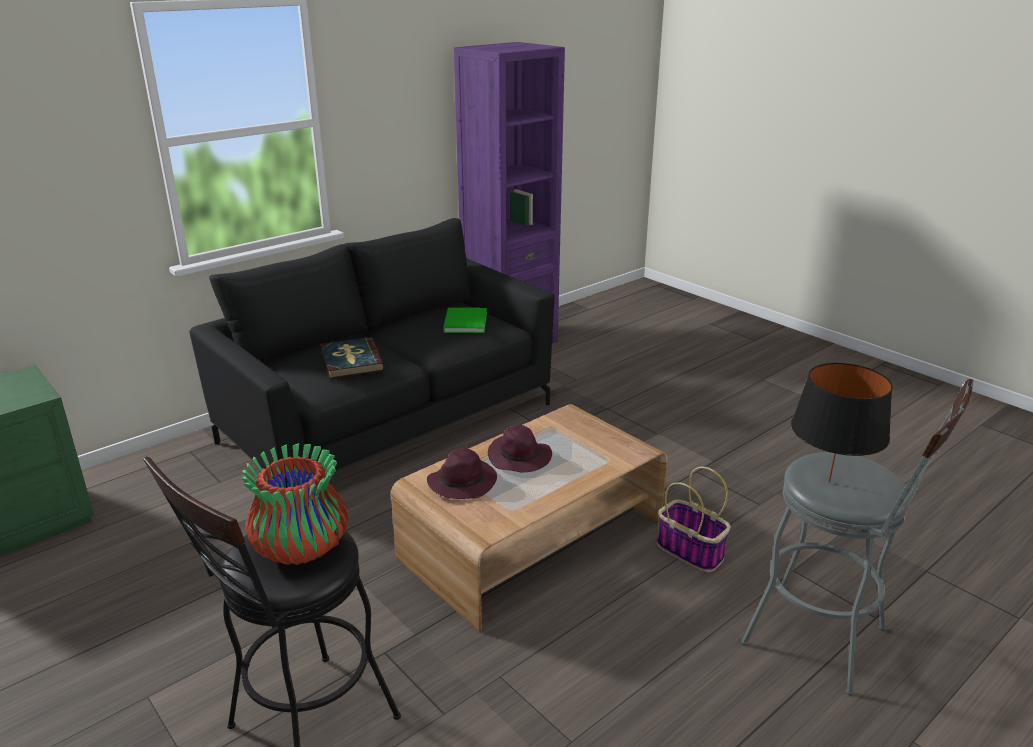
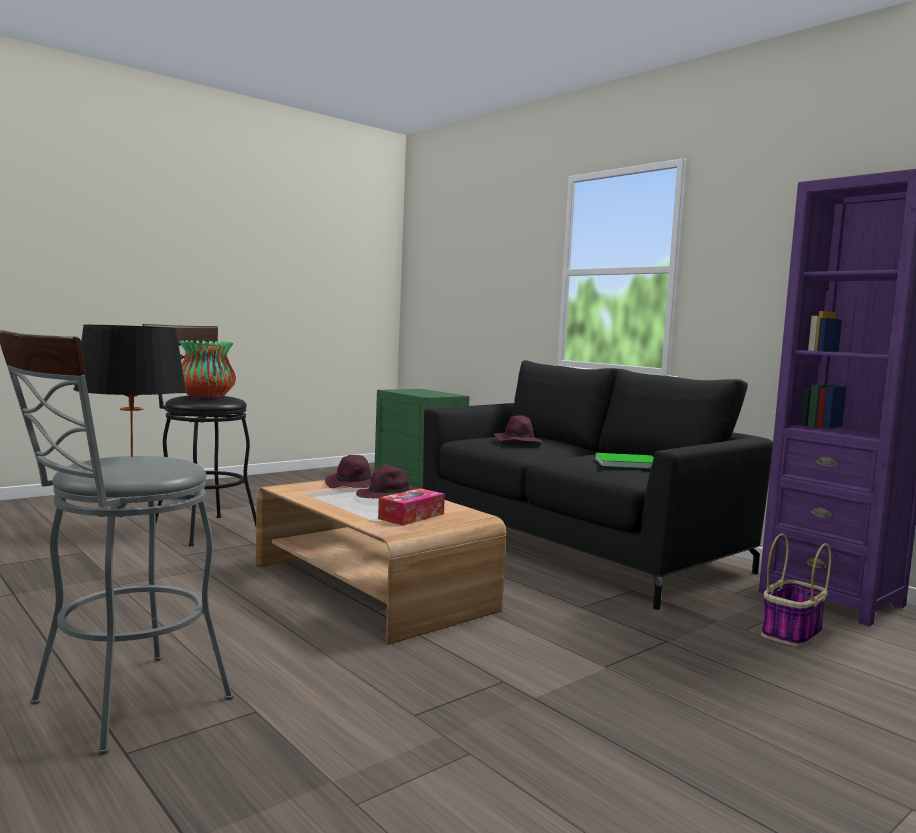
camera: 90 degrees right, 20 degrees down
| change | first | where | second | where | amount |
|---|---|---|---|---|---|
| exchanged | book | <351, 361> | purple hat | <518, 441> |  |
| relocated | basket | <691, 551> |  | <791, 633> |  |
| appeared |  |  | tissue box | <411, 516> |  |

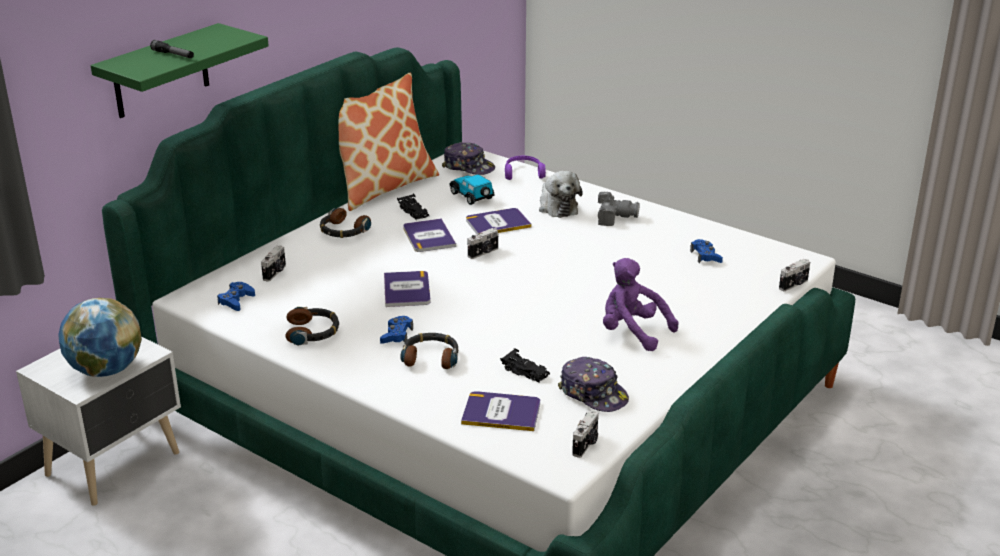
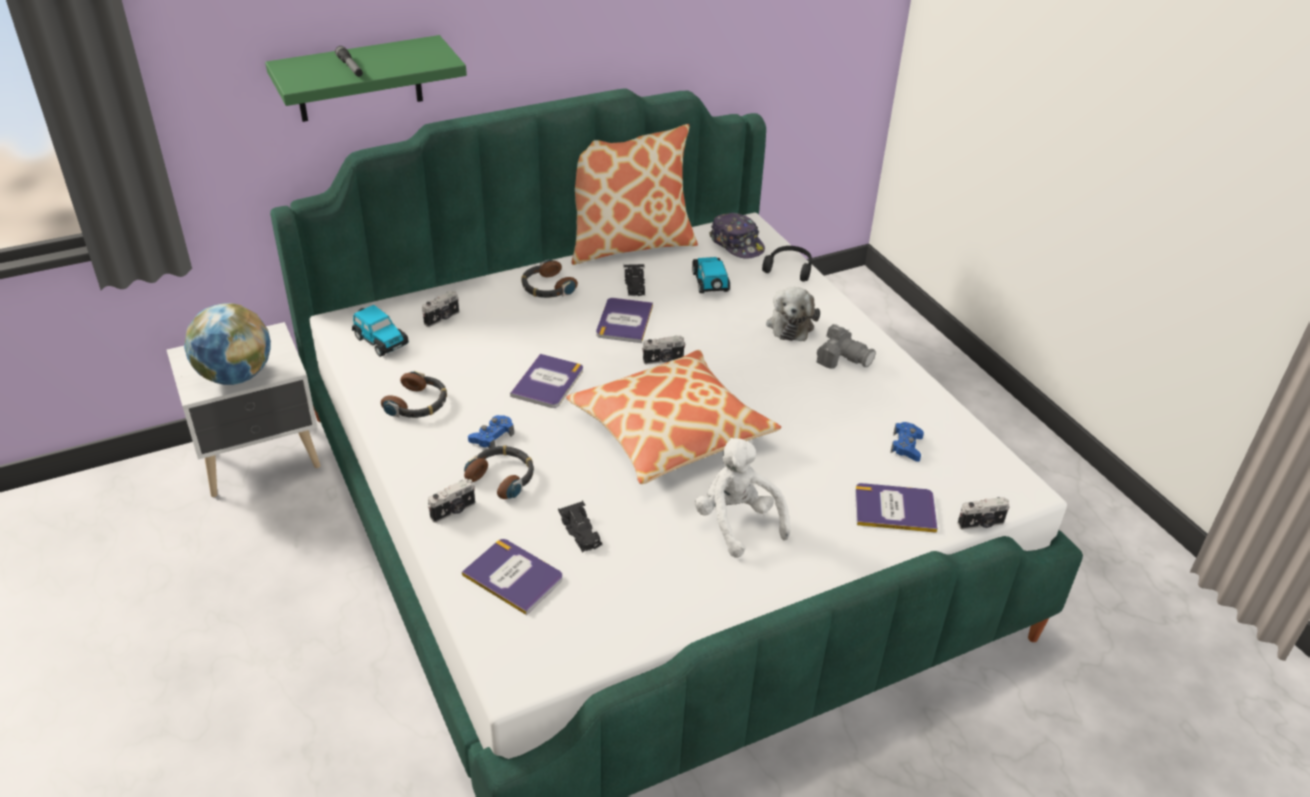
camera: 25 degrees right, 10 degrees up
| change | first | where | second | where | amount |
|---|---|---|---|---|---|
| colour | purple headphones | <523, 173> | black headphones | <789, 268> |  |
| relocated | book | <497, 223> |  | <894, 509> |  |
| colour | purple plush toy | <632, 332> | white plush toy | <737, 522> |  |
| exchanged | blue game controller | <236, 300> | toy car | <380, 340> |  |
| missing | cap | <593, 394> |  |  |  |
| relocated | photo camera | <586, 444> |  | <454, 511> |  |
| appeared |  |  | pillow | <671, 430> |  |

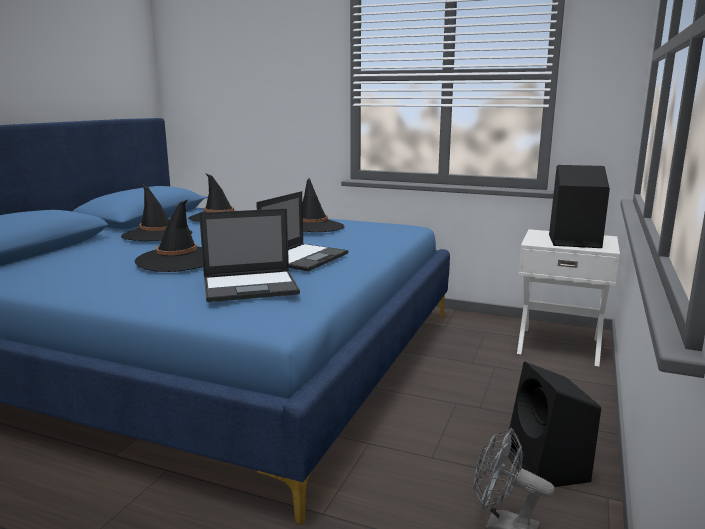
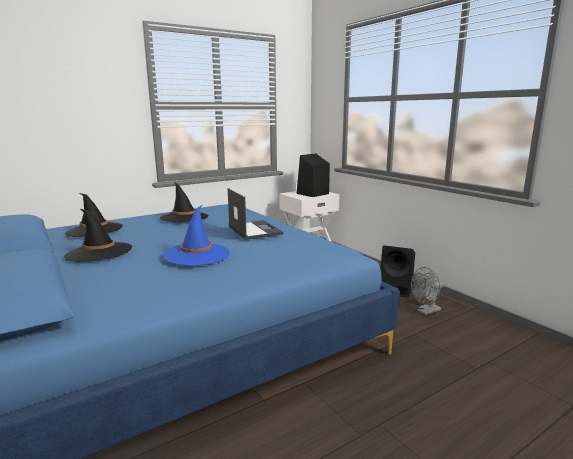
camera: 55 degrees left, 0 degrees up
| change | first | where | second | where | amount |
|---|---|---|---|---|---|
| colour | black hat | <178, 260> | blue hat | <197, 254> |  |
| missing | laptop | <251, 286> |  |  |  |

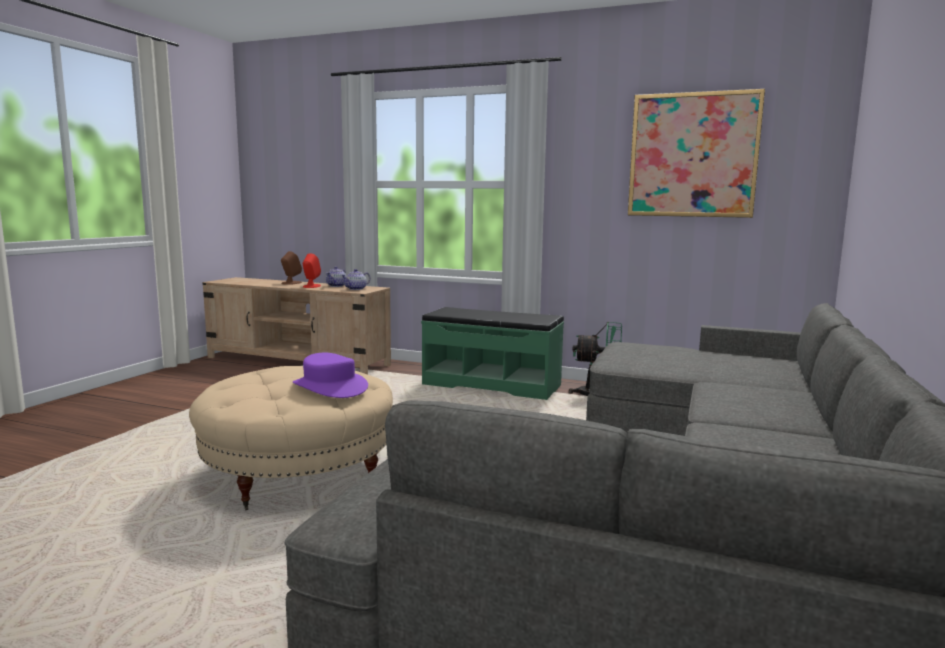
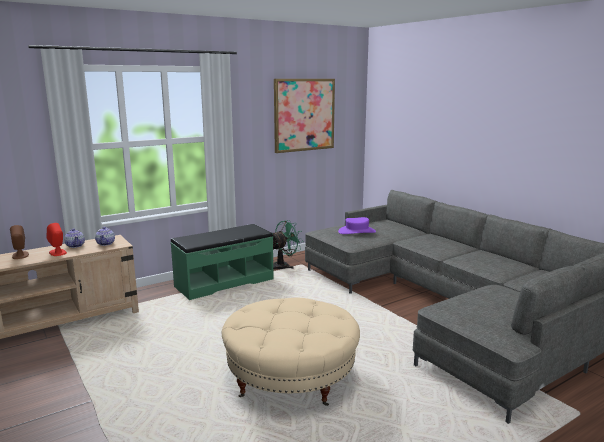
camera: 55 degrees left, 5 degrees up
| change | first | where | second | where | amount |
|---|---|---|---|---|---|
| relocated | purple hat | <329, 387> |  | <357, 231> |  |

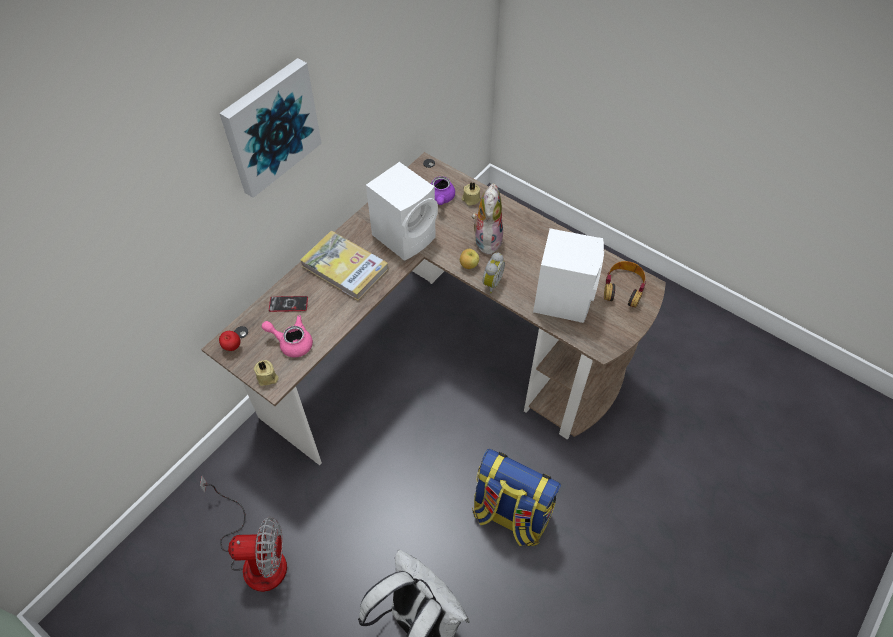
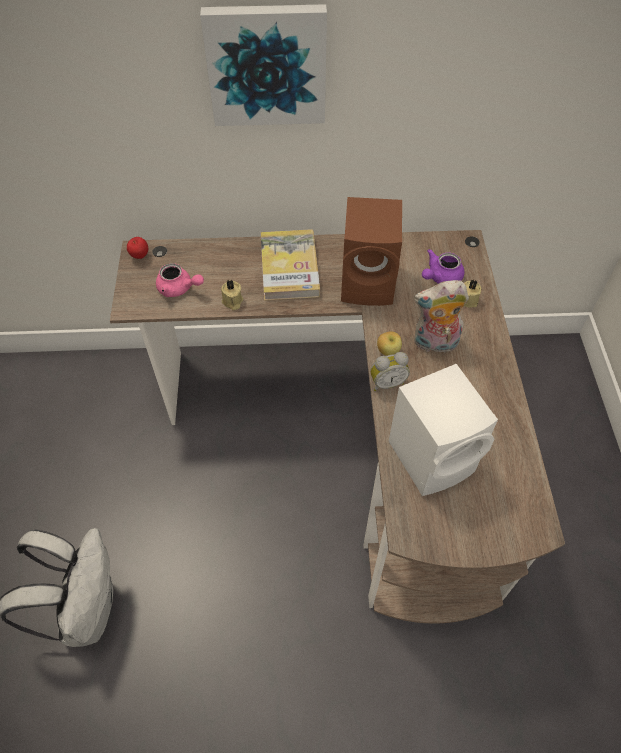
camera: 50 degrees right, 0 degrees up
| change | first | where | second | where | amount |
|---|---|---|---|---|---|
| colour | white speaker | <406, 235> | brown speaker | <370, 283> |  |
| spun | plush toy | <486, 239> |  | <434, 344> | 150 degrees counterclockwise |
| missing | headphones | <623, 288> |  |  |  |
| missing | phone | <288, 304> |  |  |  |
| spun | pink teapot | <292, 342> |  | <179, 289> | 135 degrees clockwise |
| relocated | beige candle | <267, 378> |  | <232, 302> |  |
| missing | backpack | <510, 515> |  |  |  |
| missing | fan | <256, 556> |  |  |  |

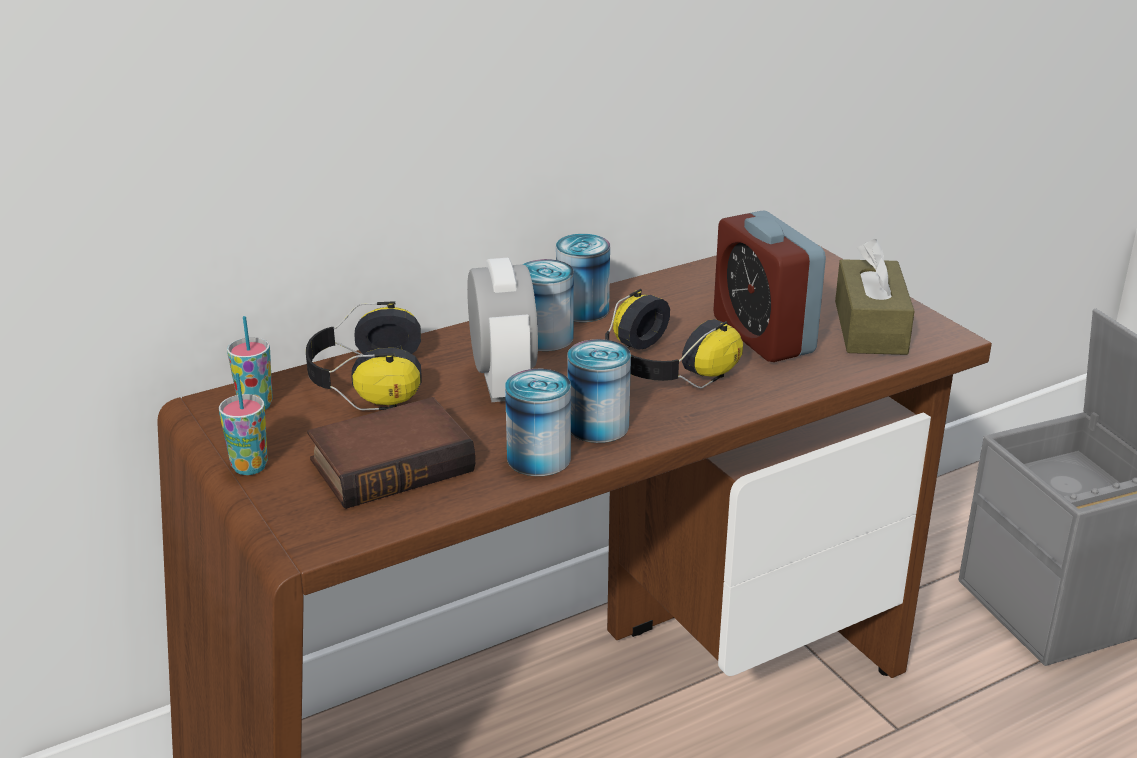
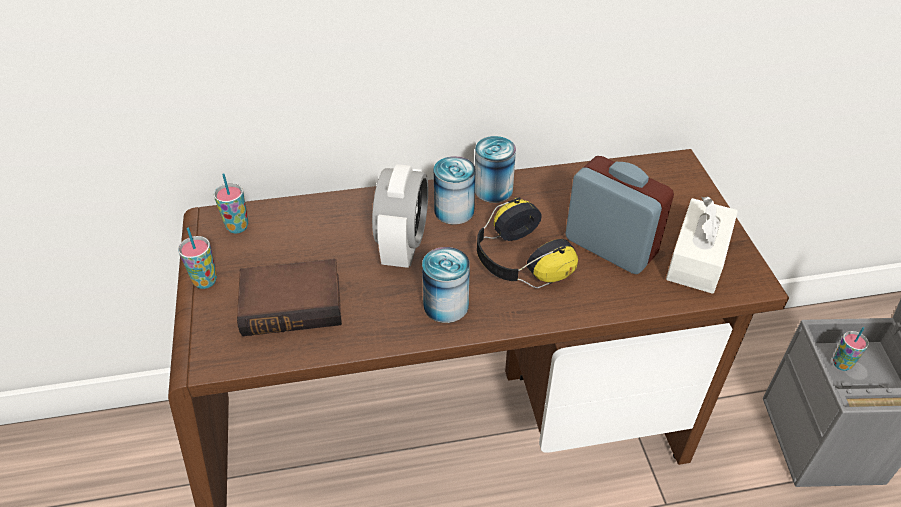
camera: 20 degrees right, 15 degrees up
| change | first | where | second | where | amount |
|---|---|---|---|---|---|
| spun | alarm clock | <763, 336> |  | <610, 246> | 135 degrees clockwise |
| colour | brown tissue box | <870, 327> | white tissue box | <697, 258> |  |
| missing | headphones | <366, 382> |  |  |  |
| missing | can | <538, 458> |  |  |  |
| appeared |  |  | cup | <841, 364> |  |

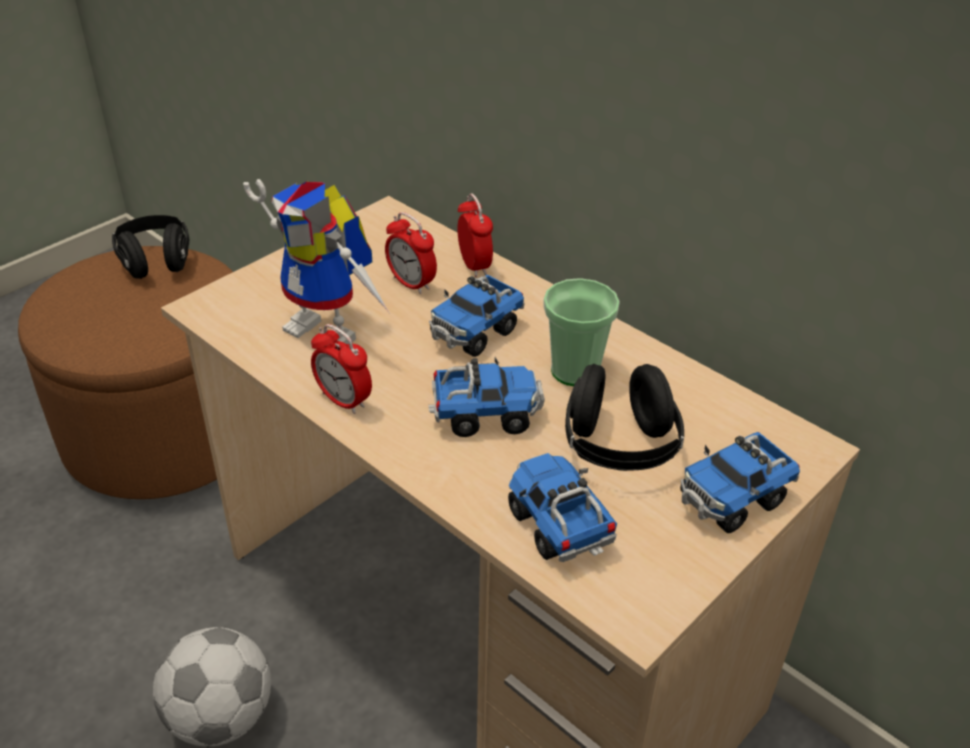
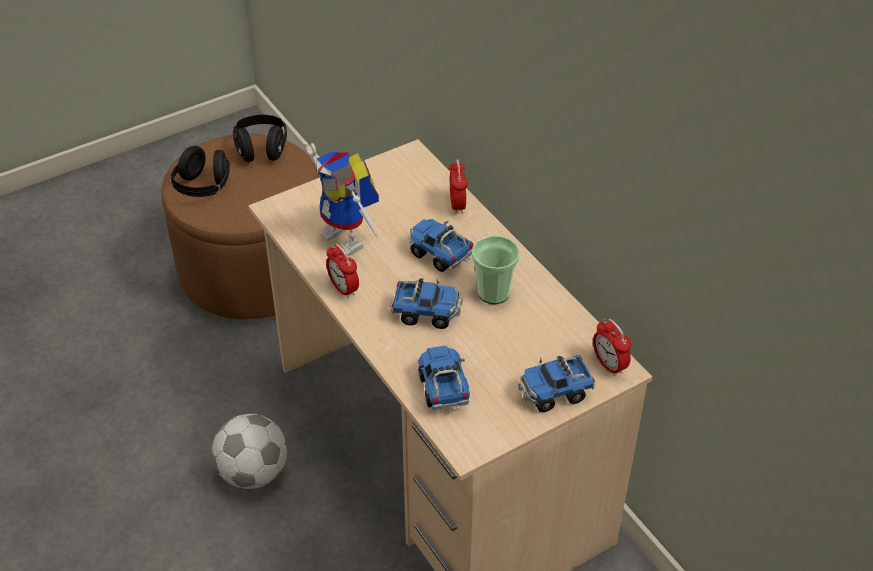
camera: 15 degrees right, 5 degrees up
| change | first | where | second | where | amount |
|---|---|---|---|---|---|
| relocated | alarm clock | <411, 283> |  | <609, 365> |  |
| spun | toy truck | <475, 332> |  | <440, 255> | 75 degrees clockwise |
| relocated | black headphones | <619, 447> |  | <203, 187> |  |

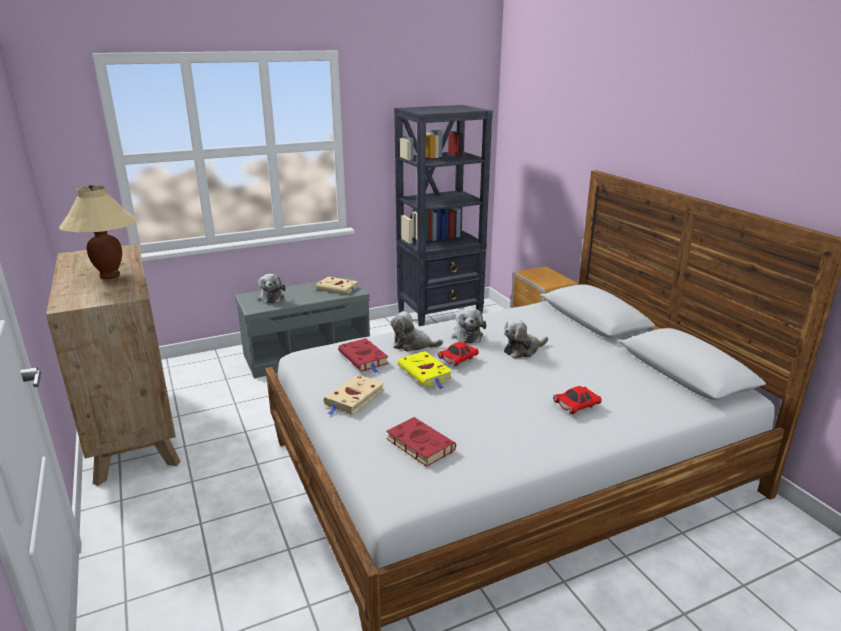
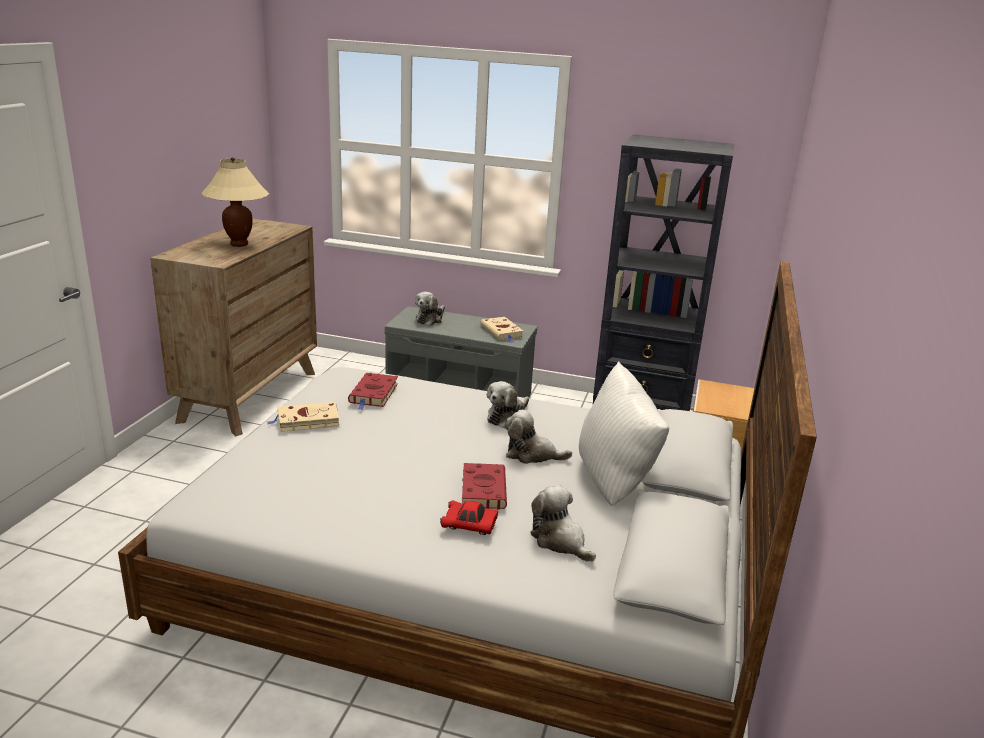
camera: 40 degrees right, 0 degrees up
| change | first | where | second | where | amount |
|---|---|---|---|---|---|
| relocated | plush toy | <413, 345> |  | <560, 541> |  |
| missing | red toy car | <458, 360> |  |  |  |
| missing | yellow book | <426, 373> |  |  |  |
| relocated | red book | <418, 444> |  | <483, 489> |  |
| appeared |  |  | white pillow | <615, 483> |  |

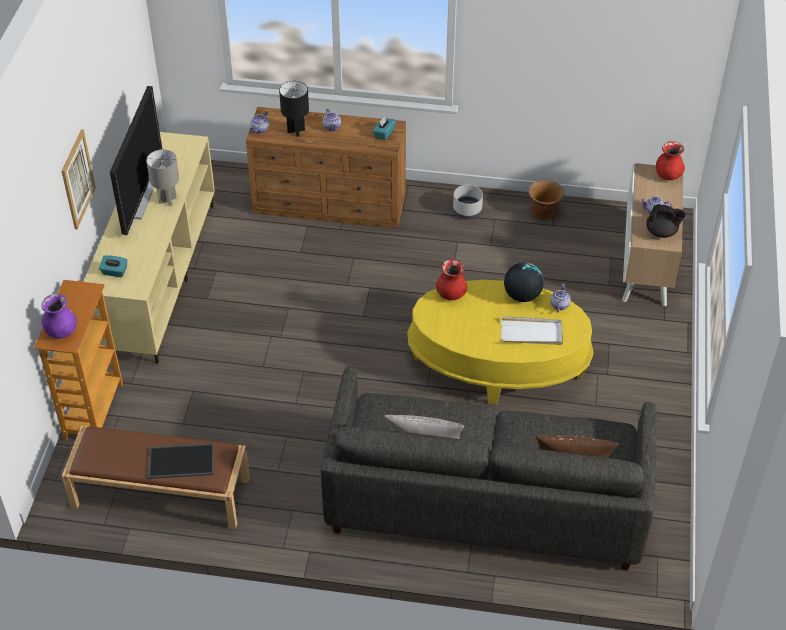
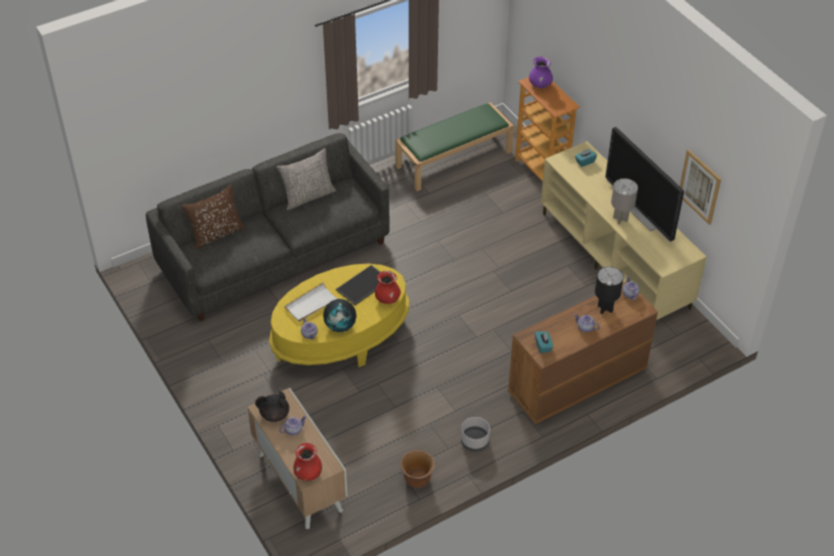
camera: 140 degrees right, 0 degrees up
| change | first | where | second | where | amount |
|---|---|---|---|---|---|
| relocated | picture | <77, 179> |  | <699, 187> |  |
| colour | brown bench | <159, 493> | green bench | <454, 158> |  |
| relocated | tray | <182, 460> |  | <363, 286> |  |

